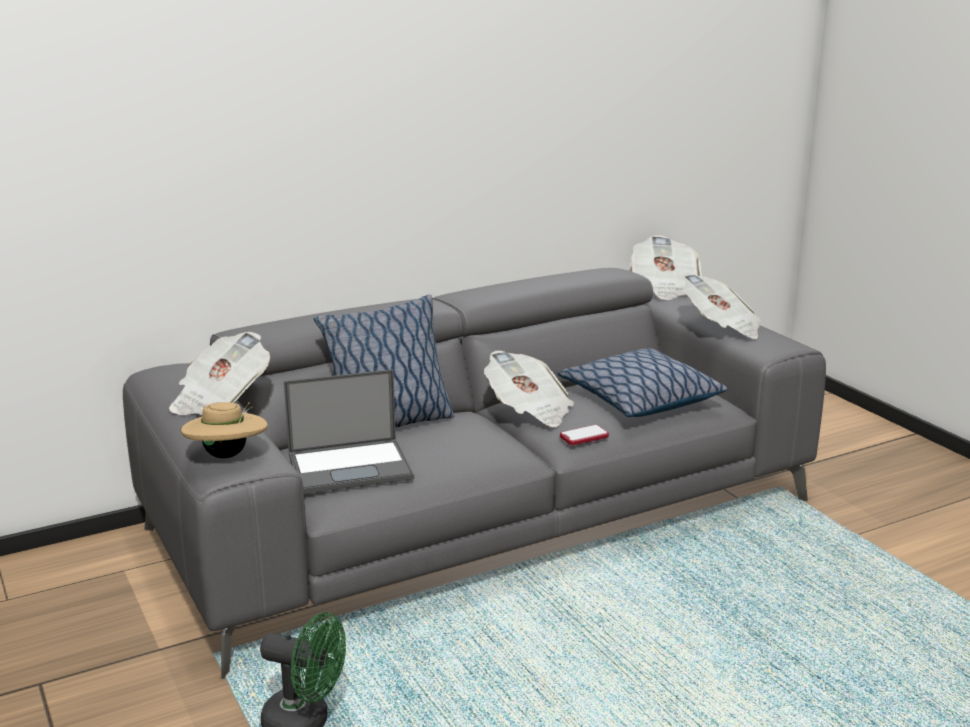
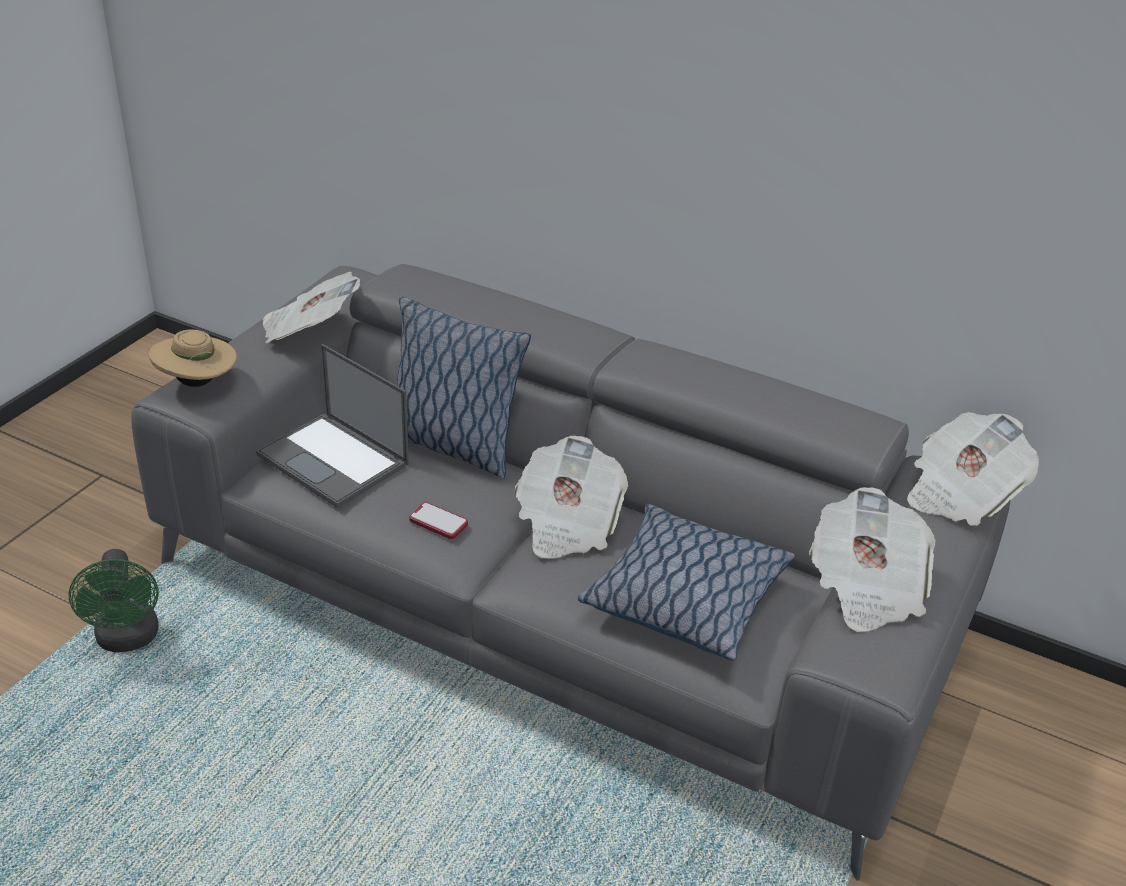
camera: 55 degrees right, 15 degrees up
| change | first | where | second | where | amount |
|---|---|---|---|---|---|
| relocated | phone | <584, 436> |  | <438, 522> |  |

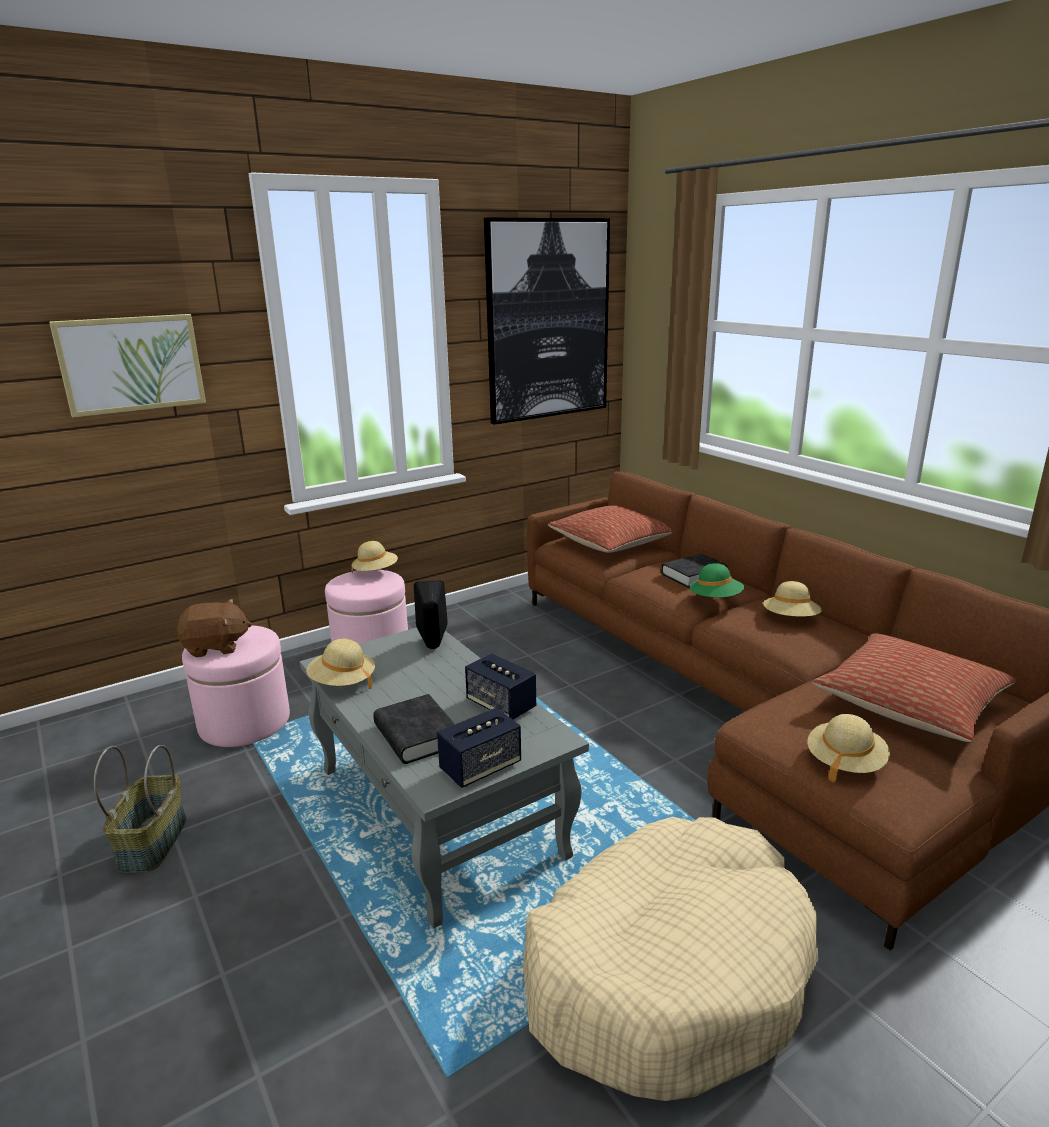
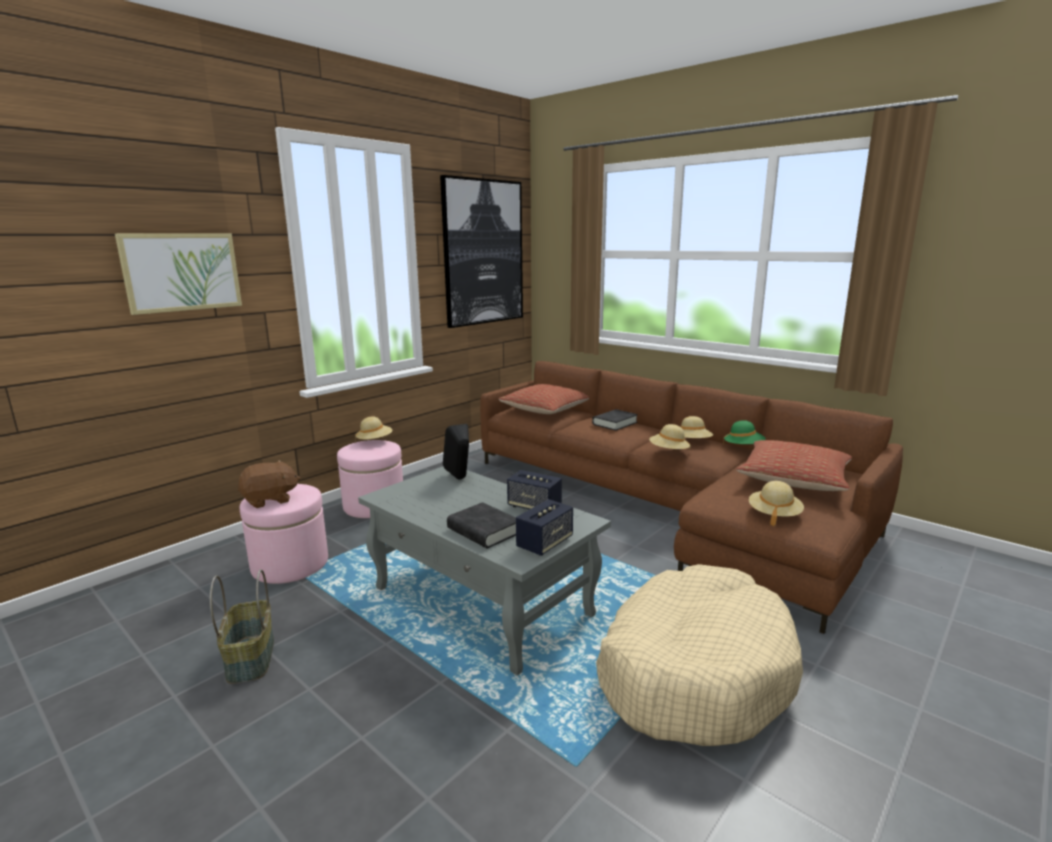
camera: 15 degrees left, 5 degrees down
| change | first | where | second | where | amount |
|---|---|---|---|---|---|
| relocated | green hat | <715, 599> |  | <743, 447> |  |
| relocated | beige hat | <342, 682> |  | <668, 452> |  |

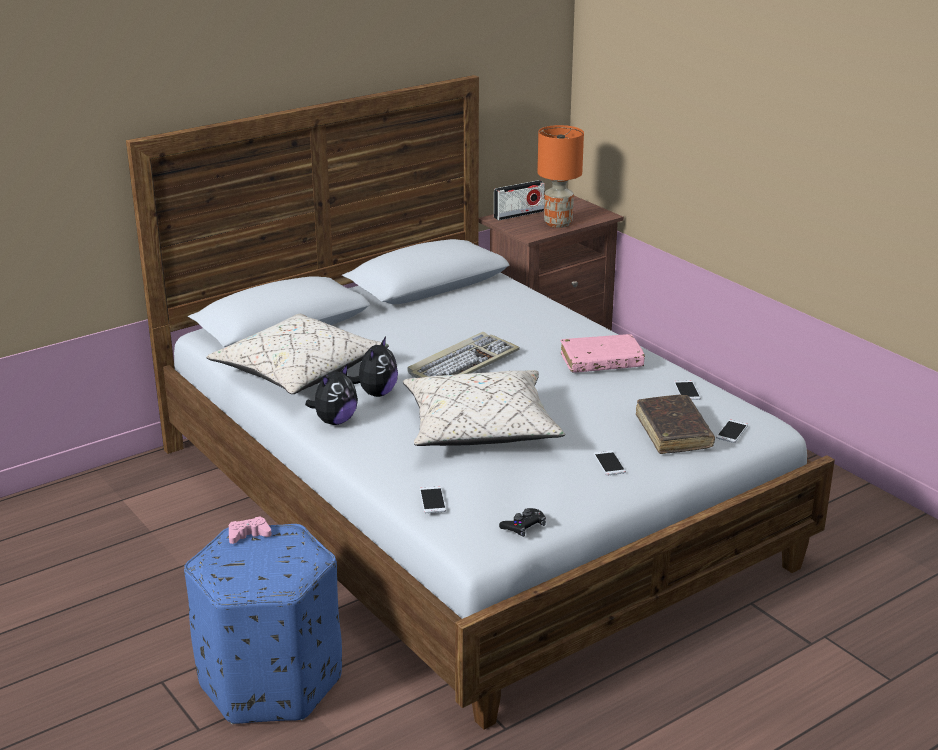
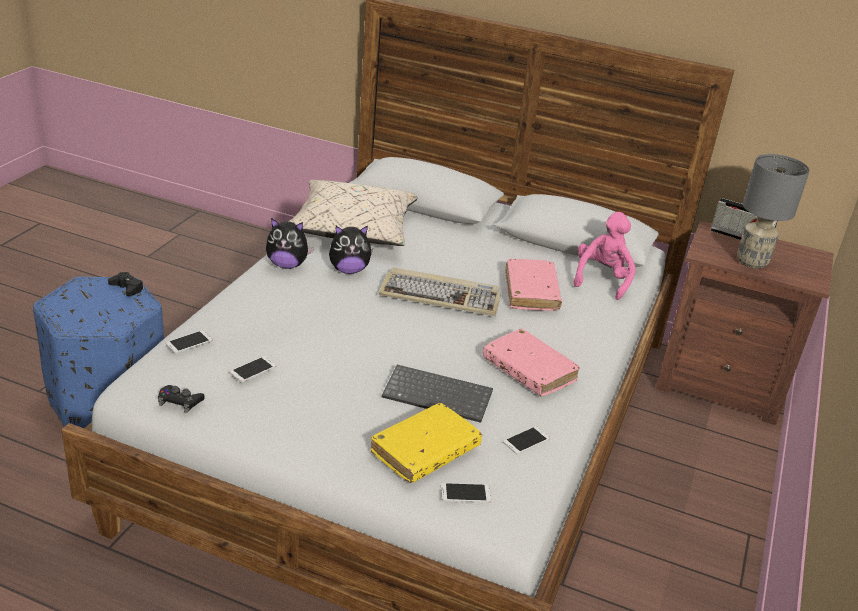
camera: 55 degrees right, 5 degrees up
| change | first | where | second | where | amount |
|---|---|---|---|---|---|
| colour | orange table lamp | <558, 224> | grey table lamp | <751, 262> |  |
| missing | beige pillow | <480, 428> |  |  |  |
| colour | brown book | <673, 432> | yellow book | <425, 451> |  |
| relocated | phone | <609, 463> |  | <253, 369> |  |
| colour | pink game controller | <248, 535> | black game controller | <127, 288> |  |
| appeared |  |  | pink plush toy | <602, 279> |  |
| appeared |  |  | pink book | <531, 292> |  |
| appeared |  |  | keyboard | <439, 395> |  |

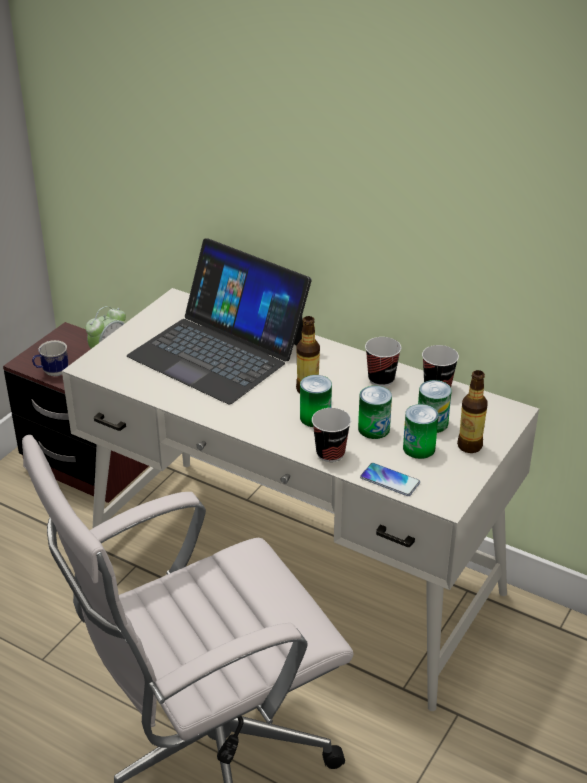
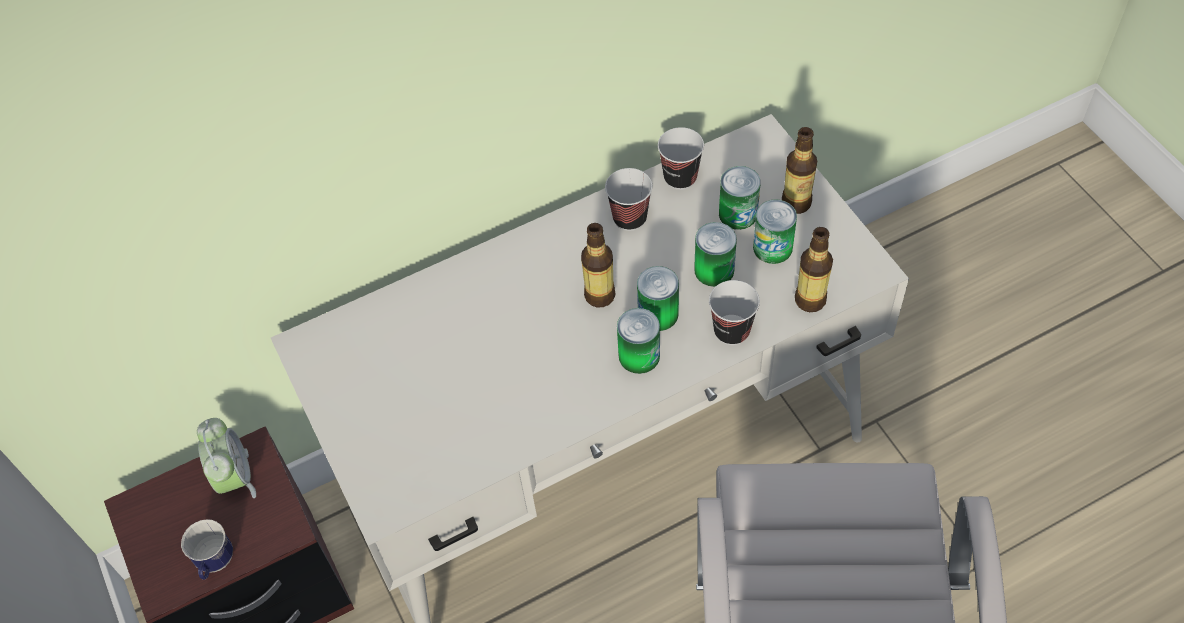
camera: 55 degrees left, 20 degrees up
| change | first | where | second | where | amount |
|---|---|---|---|---|---|
| missing | laptop | <219, 351> |  |  |  |
| exchanged | phone | <390, 480> | bottle | <810, 300> |  |
| appeared |  |  | can | <639, 356> |  |

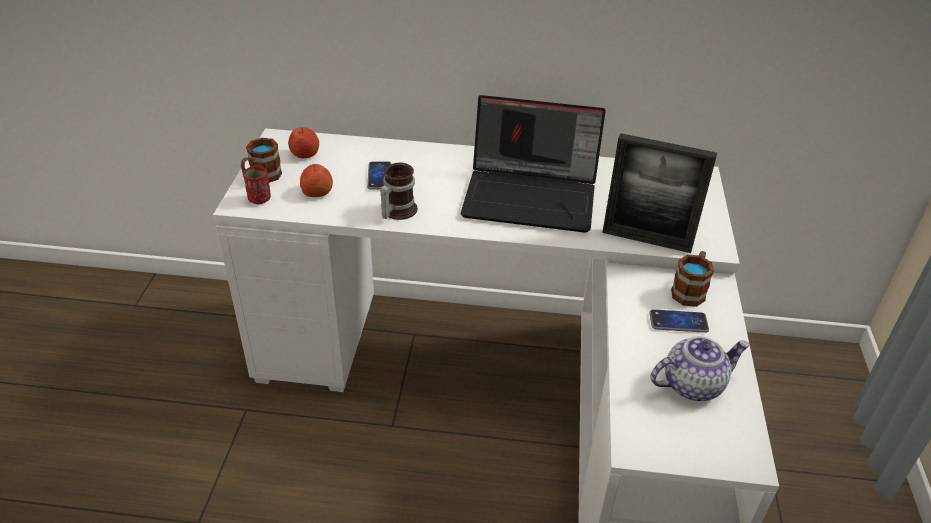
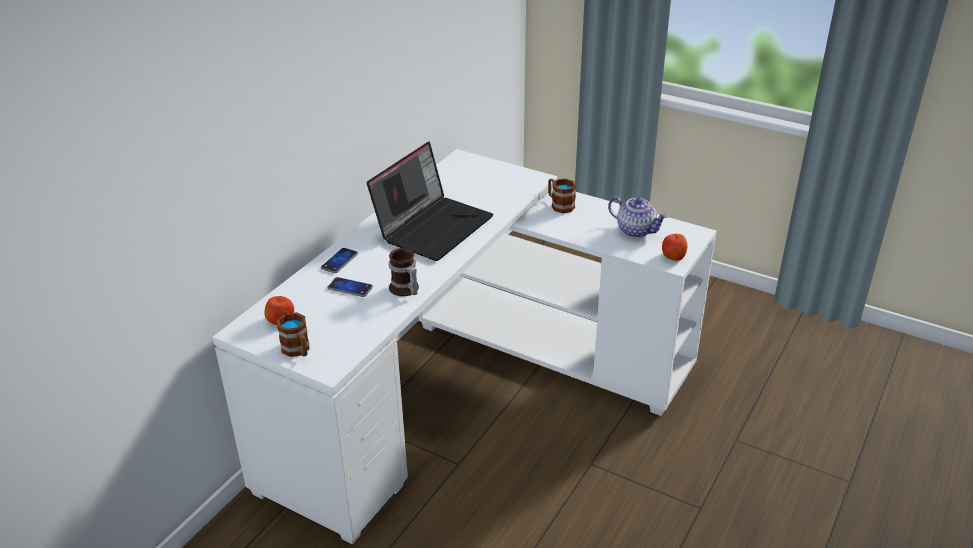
camera: 65 degrees left, 5 degrees down
| change | first | where | second | where | amount |
|---|---|---|---|---|---|
| missing | picture frame | <646, 240> |  |  |  |
| relocated | apple | <317, 192> |  | <673, 256> |  |
| missing | red cup | <259, 199> |  |  |  |
| relocated | phone | <678, 322> |  | <339, 261> |  |
| spun | teapot | <692, 384> |  | <636, 230> | 120 degrees clockwise |

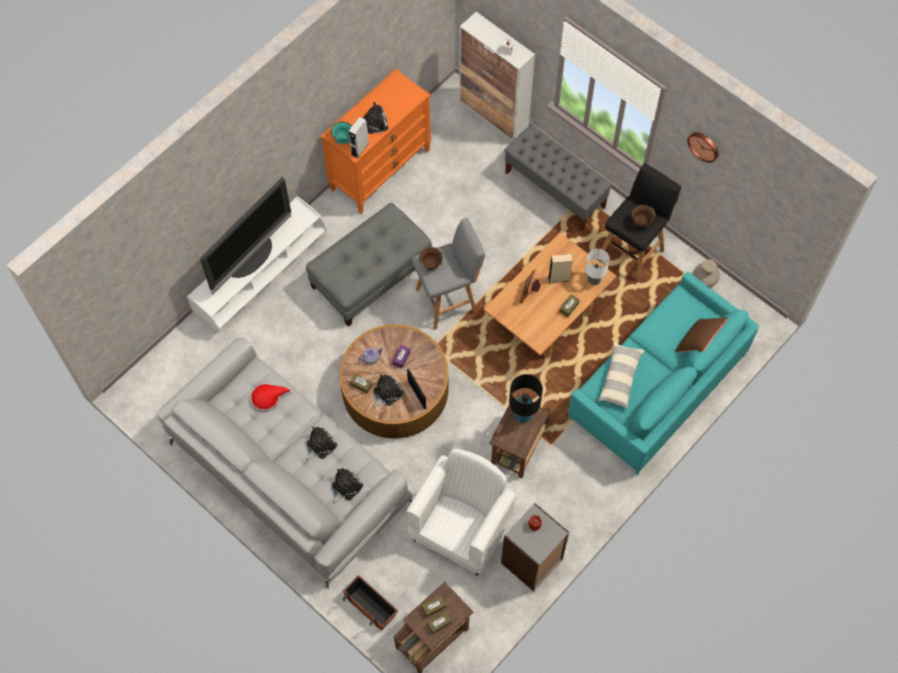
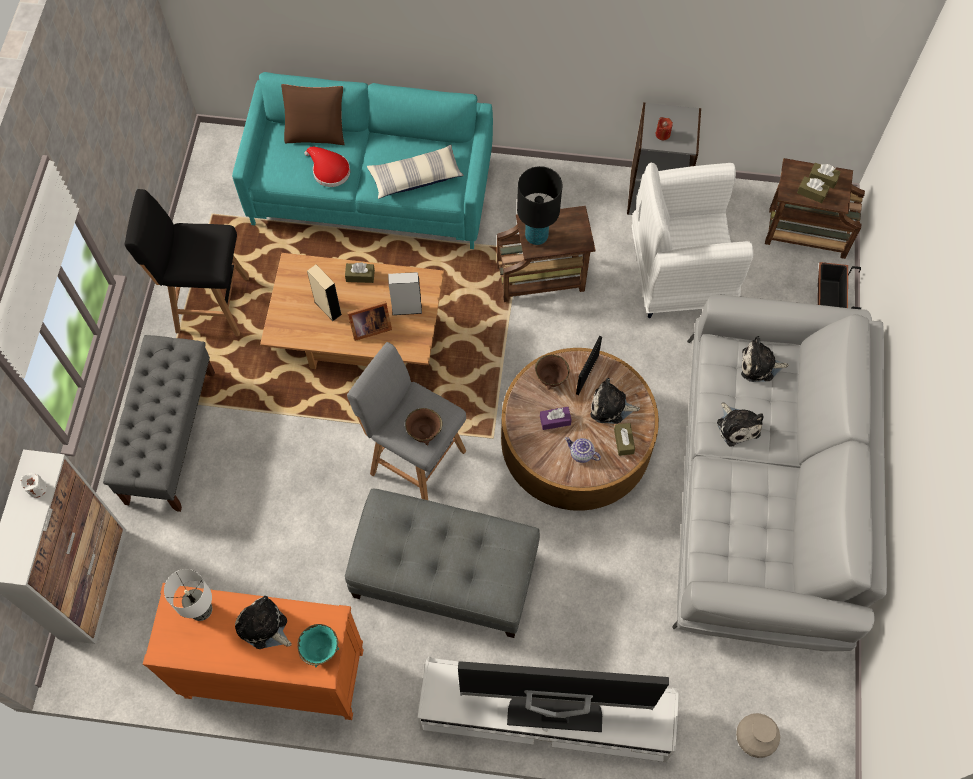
camera: 125 degrees left, 0 degrees up
| change | first | where | second | where | amount |
|---|---|---|---|---|---|
| relocated | grey speaker | <359, 149> |  | <406, 309> |  |
| missing | wall clock | <704, 146> |  |  |  |
| relocated | brown bowl | <641, 222> |  | <551, 379> |  |
| relocated | table lamp | <593, 279> |  | <200, 610> |  |
| relocated | beige vase | <704, 280> |  | <754, 738> |  |
| relocated | red hat | <268, 398> |  | <329, 170> |  |
| spun | plush toy | <320, 445> |  | <737, 426> | 120 degrees counterclockwise |

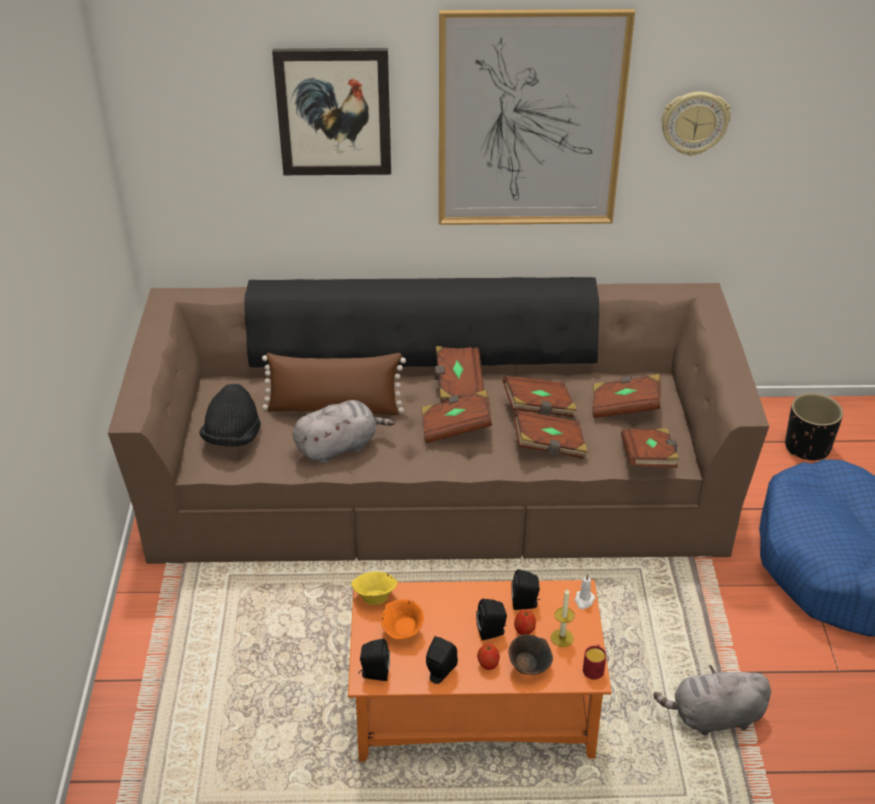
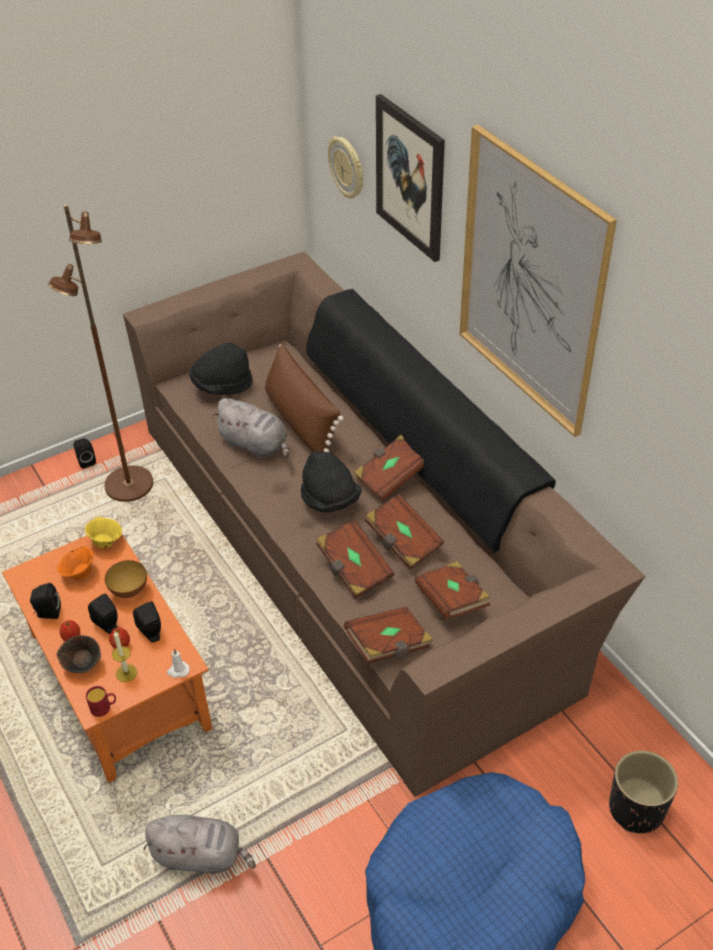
camera: 60 degrees right, 5 degrees up
| change | first | where | second | where | amount |
|---|---|---|---|---|---|
| relocated | wall clock | <694, 122> |  | <347, 168> |  |
| exchanged | brown book | <456, 427> | black hat | <330, 499> |  |
| relocated | black speaker | <374, 673> |  | <86, 461> |  |
| spun | grey plush toy | <713, 717> |  | <201, 856> | 135 degrees clockwise |
| appeared |  |  | brown floor lamp | <128, 485> |  |
| appeared |  |  | bowl | <129, 591> |  |

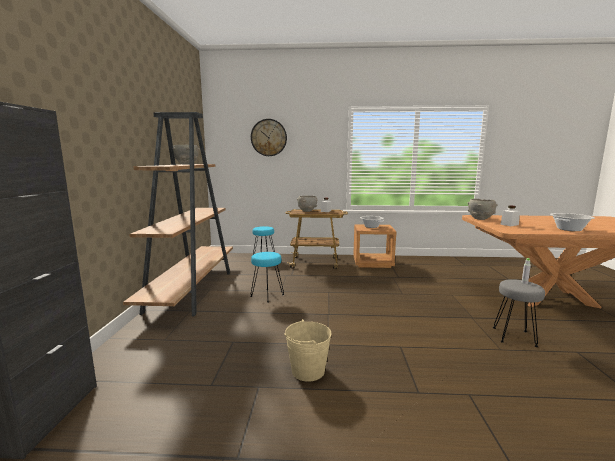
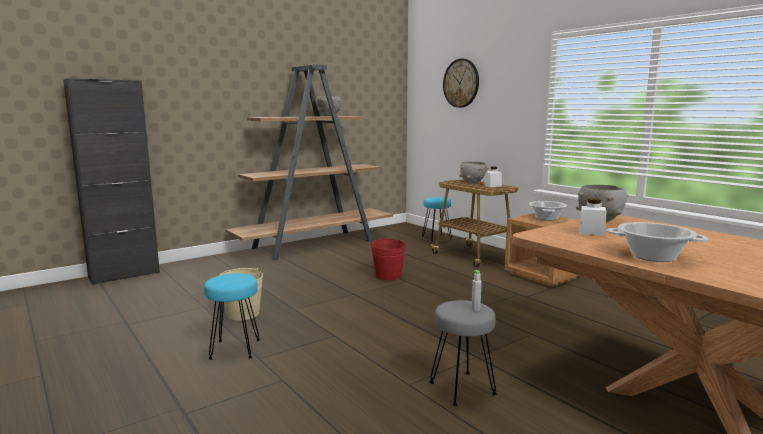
camera: 50 degrees right, 0 degrees up
| change | first | where | second | where | amount |
|---|---|---|---|---|---|
| relocated | turquoise stool | <267, 295> |  | <235, 349> |  |
| appeared |  |  | red bucket | <388, 276> |  |

